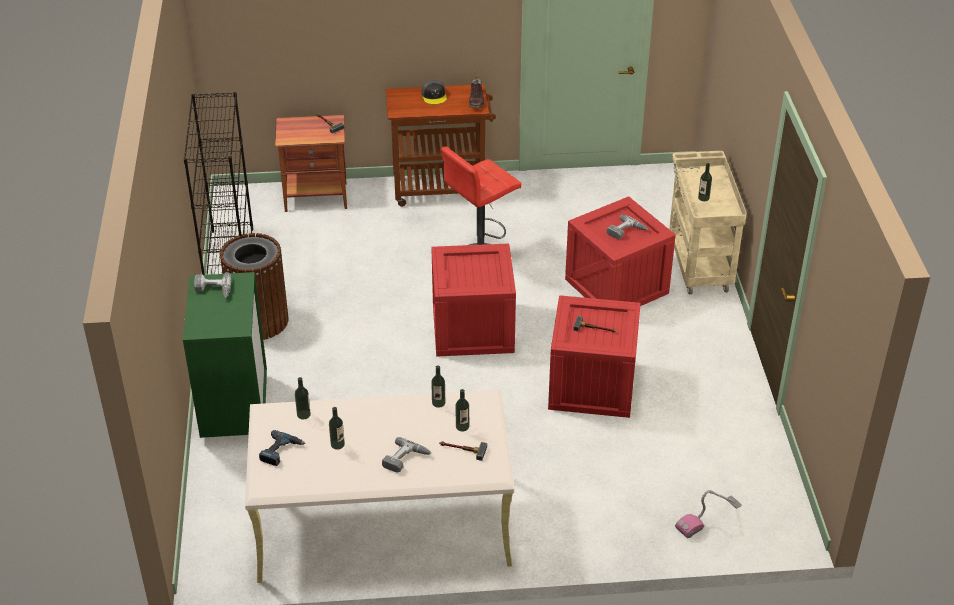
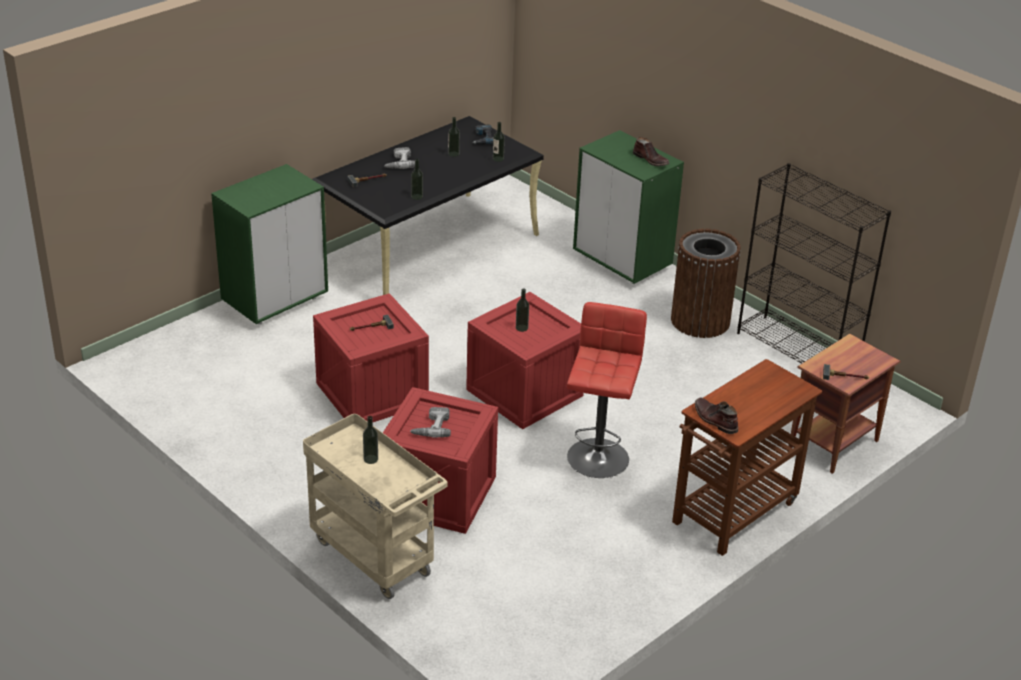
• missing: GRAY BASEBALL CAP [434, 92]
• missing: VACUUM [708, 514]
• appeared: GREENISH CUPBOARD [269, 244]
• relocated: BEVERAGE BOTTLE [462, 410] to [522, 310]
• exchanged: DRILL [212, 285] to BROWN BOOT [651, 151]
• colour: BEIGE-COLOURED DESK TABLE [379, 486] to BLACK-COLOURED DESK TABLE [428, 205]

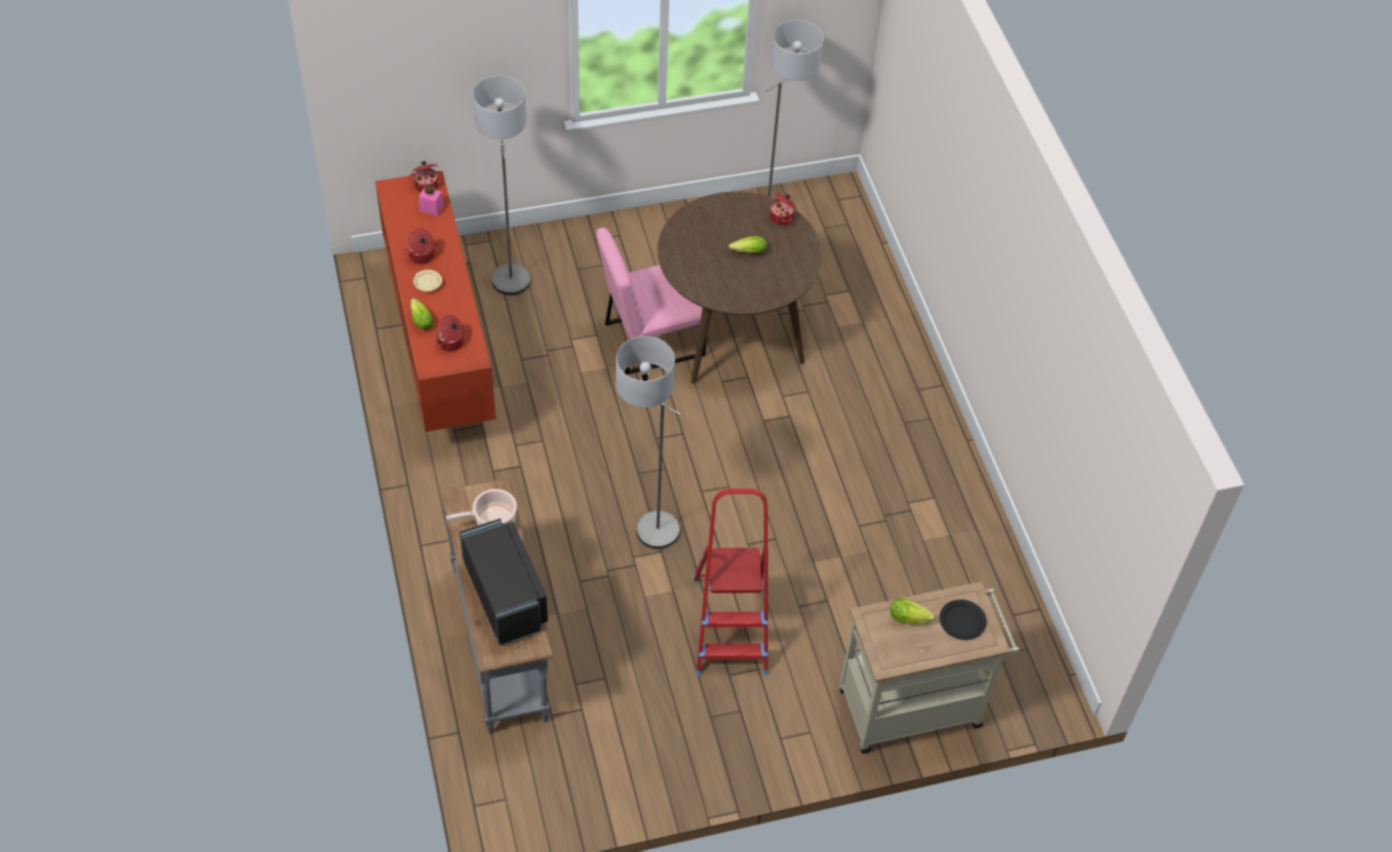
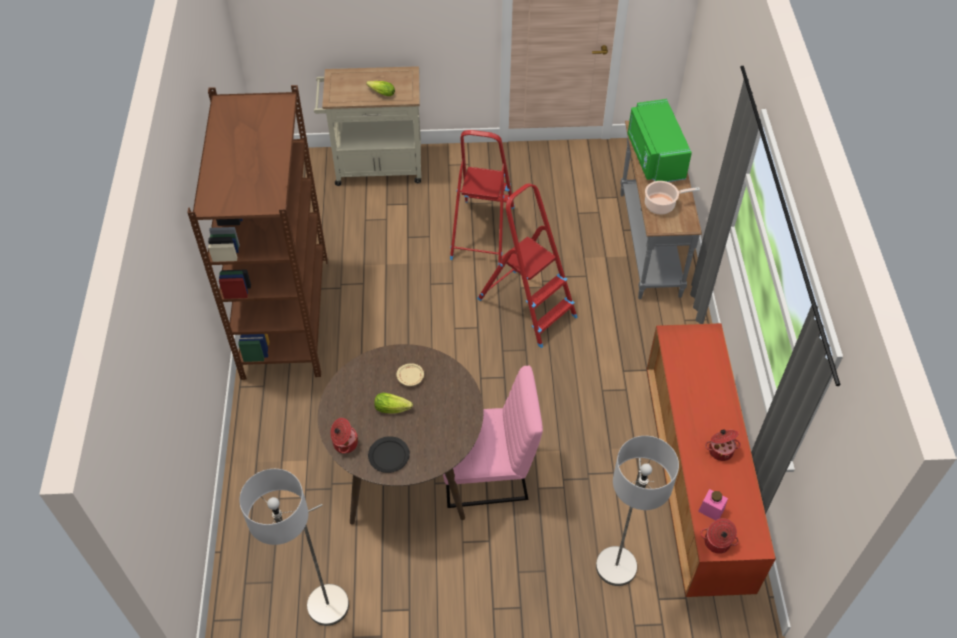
• missing: LETTUCE [422, 314]
• missing: COOKING POT [450, 332]
• appeared: BROWN BOOKSHELF [257, 232]
• relocated: BEIGE-COLOURED FLAT DISH [427, 281] to [410, 374]
• relocated: BLACK-COLOURED FLAT DISH [963, 619] to [389, 454]
• exchanged: GRAY STANDING LAMP [648, 442] to RED STEP LADDER [527, 266]
• colour: BLACK-COLOURED KITCHEN MICROWAVE [504, 582] to GREENISH KITCHEN MICROWAVE [660, 140]

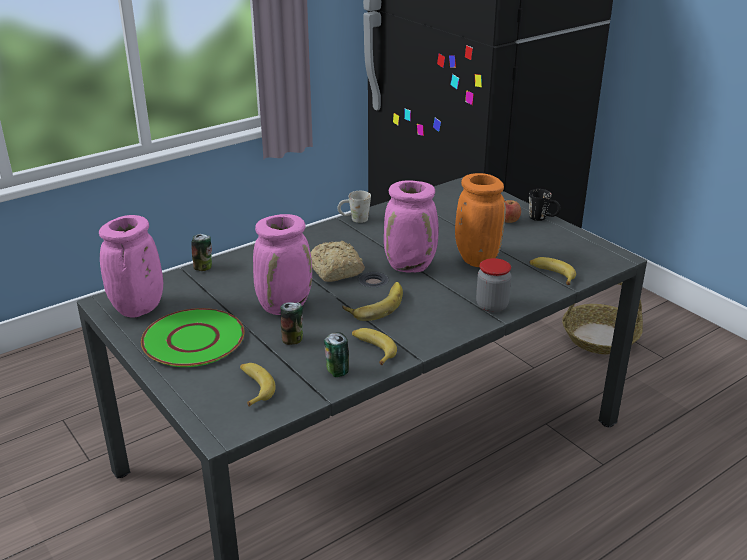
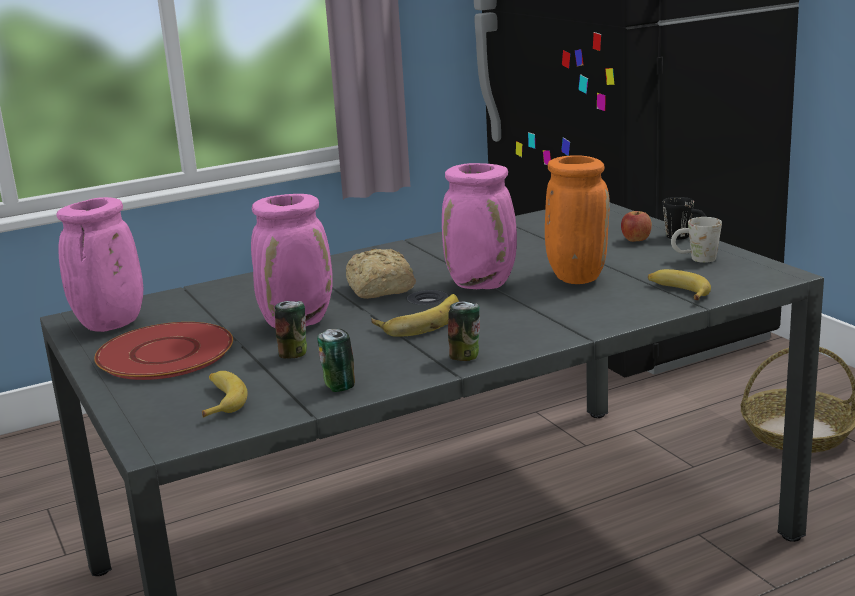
• missing: BANANA [374, 346]
• missing: JAR [493, 285]
• relocated: SEALED CAN [201, 252] to [464, 331]
• relocated: WHITISH TEA MUG [354, 207] to [696, 240]
• colour: GREENISH FLAT DISH [192, 337] to RED FLAT DISH [163, 351]

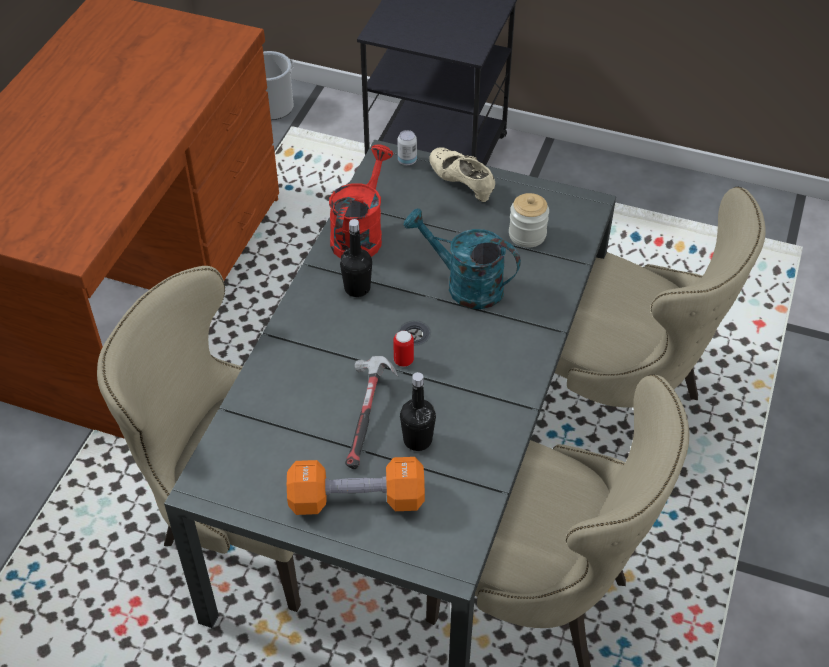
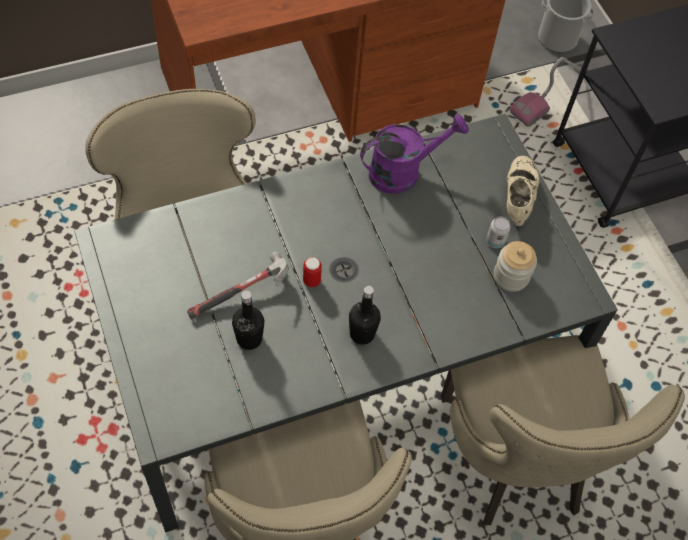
• missing: ORANGE HAND WEIGHT [356, 486]
• missing: TURQUOISE WATERING POT [462, 258]
• appeared: VACUUM [549, 92]
• relocated: BLACK-COLOURED BEVERAGE BOTTLE [356, 258] to [365, 315]
• relocated: SEALED CAN [407, 147] to [498, 232]
• colour: RED WATERING POT [361, 201] to PURPLE WATERING POT [414, 154]

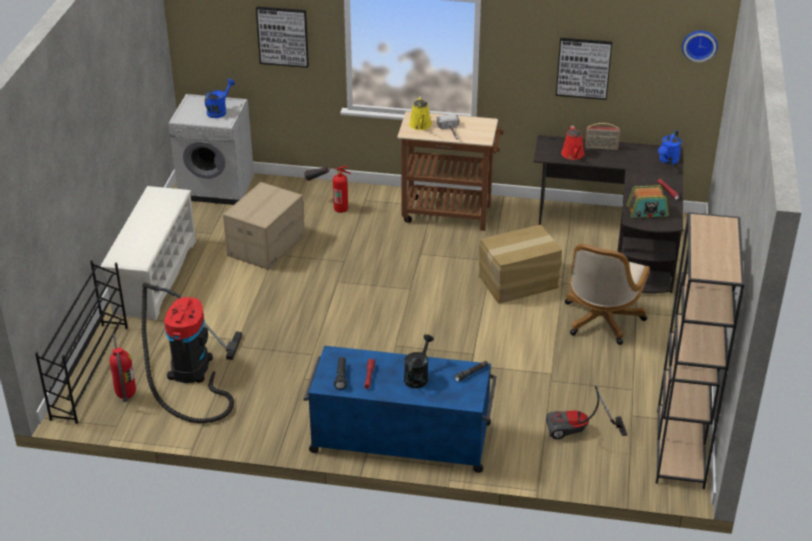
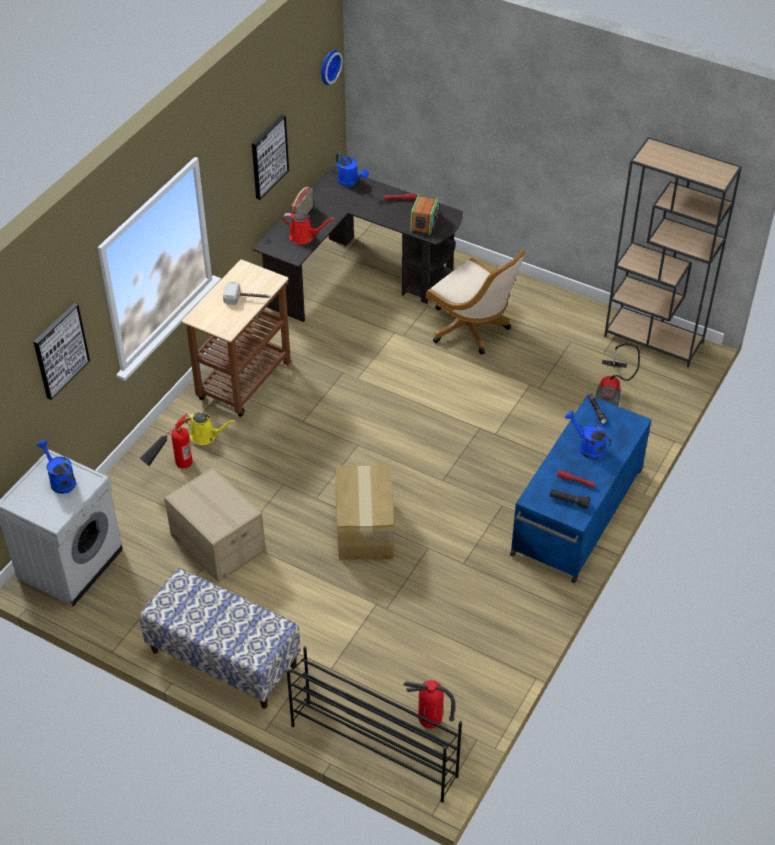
• missing: VACUUM [191, 353]
• relocated: YELLOW WATERING POT [420, 113] to [209, 428]
• relocated: CARTON [520, 264] to [365, 513]
• exchanged: WHITISH SHOE RACK [148, 253] to LONG SEAT [220, 638]
• colour: BLACK-COLOURED WATERING POT [419, 361] to BLUE-COLOURED WATERING POT [588, 435]

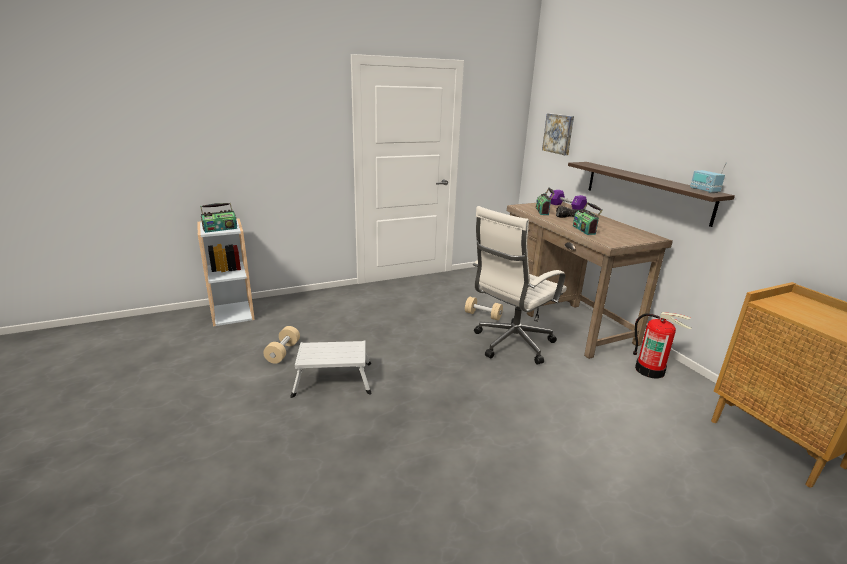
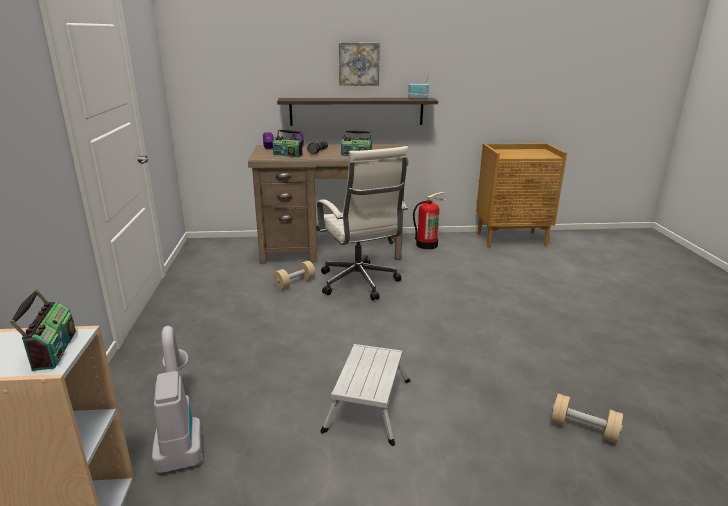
• appeared: VACUUM [177, 399]
• relocated: BEIGE-COLOURED HAND WEIGHT [281, 345] to [587, 419]
• relocated: WALL PICTURE [558, 134] to [359, 64]

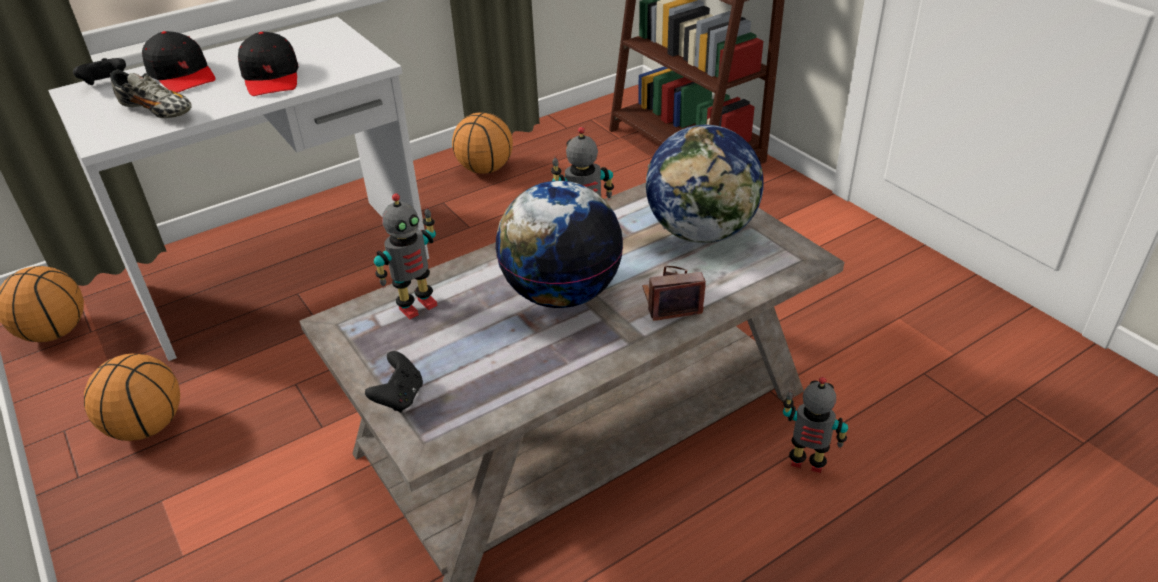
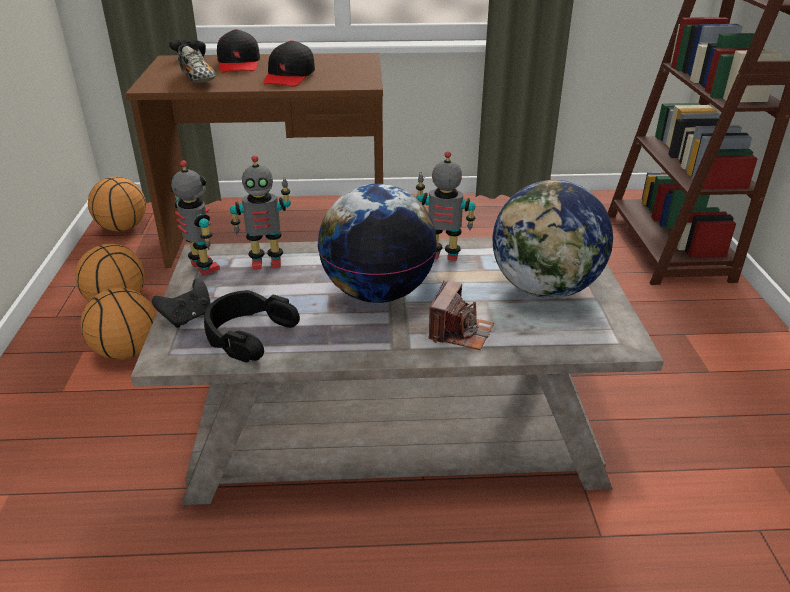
• appeared: BLACK-COLOURED HEADPHONES [252, 326]
• relocated: BALL FOR BASKETBALL [482, 143] to [118, 323]
• relocated: MODEL ROBOT [815, 425] to [195, 217]
• colour: WHITISH DESK TABLE [238, 189] to BROWN DESK TABLE [254, 160]
• spun: STILL CAMERA [674, 293] = [461, 315] 90 degrees clockwise

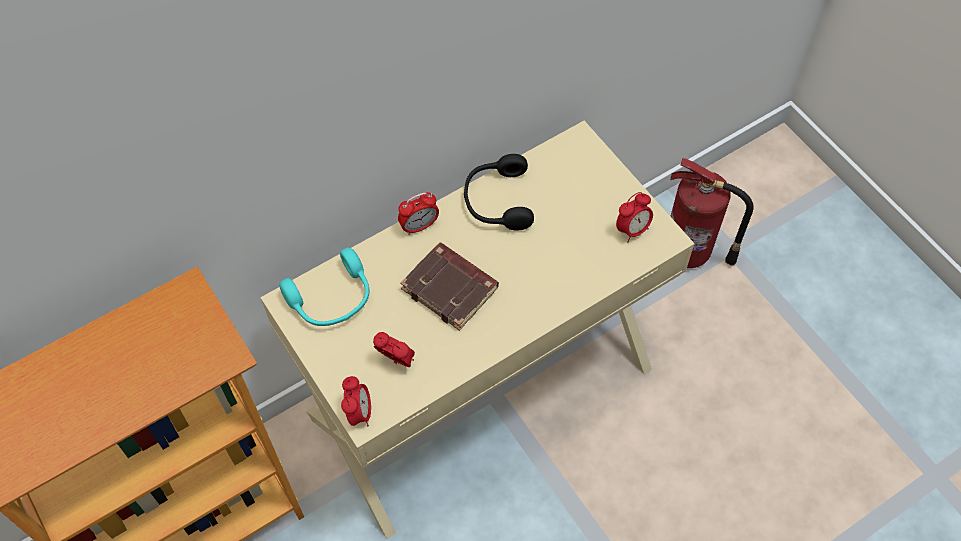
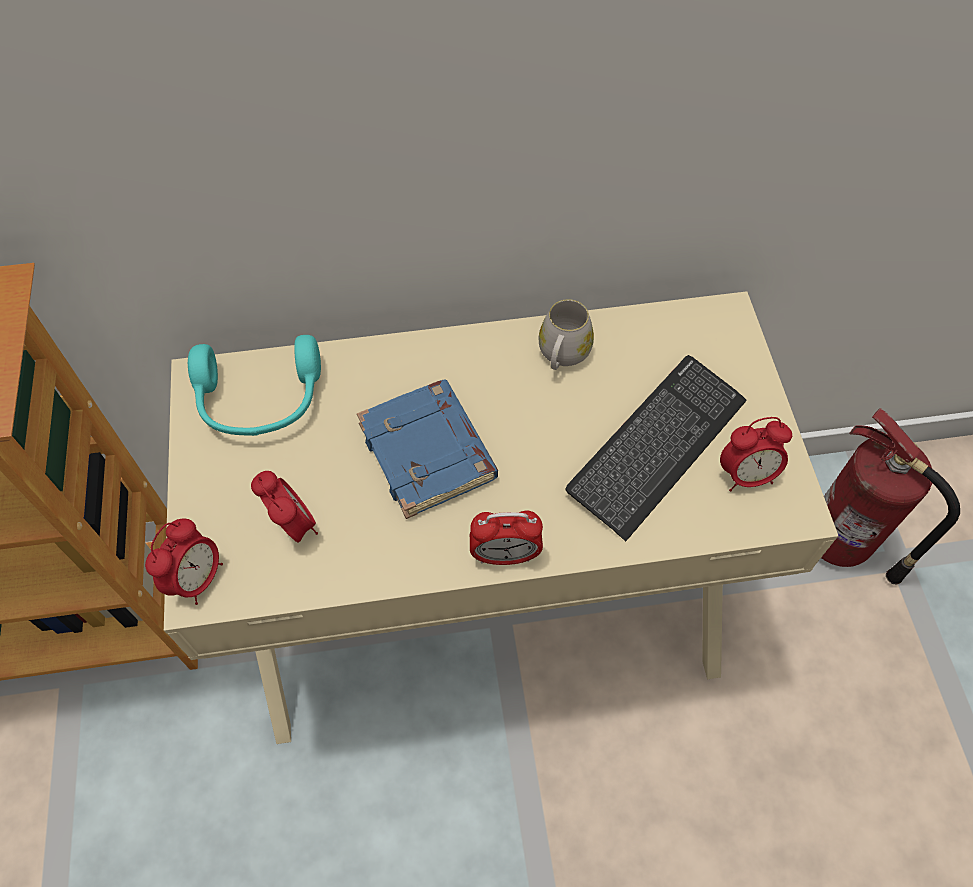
• appeared: KEYBOARD [655, 448]
• relocated: TABLE CLOCK [418, 213] to [506, 537]
• exchanged: BLACK-COLOURED HEADPHONES [499, 192] to WHITISH TEA MUG [566, 334]
• colour: BROWN BOOK [449, 286] to BLUE-COLOURED BOOK [427, 449]

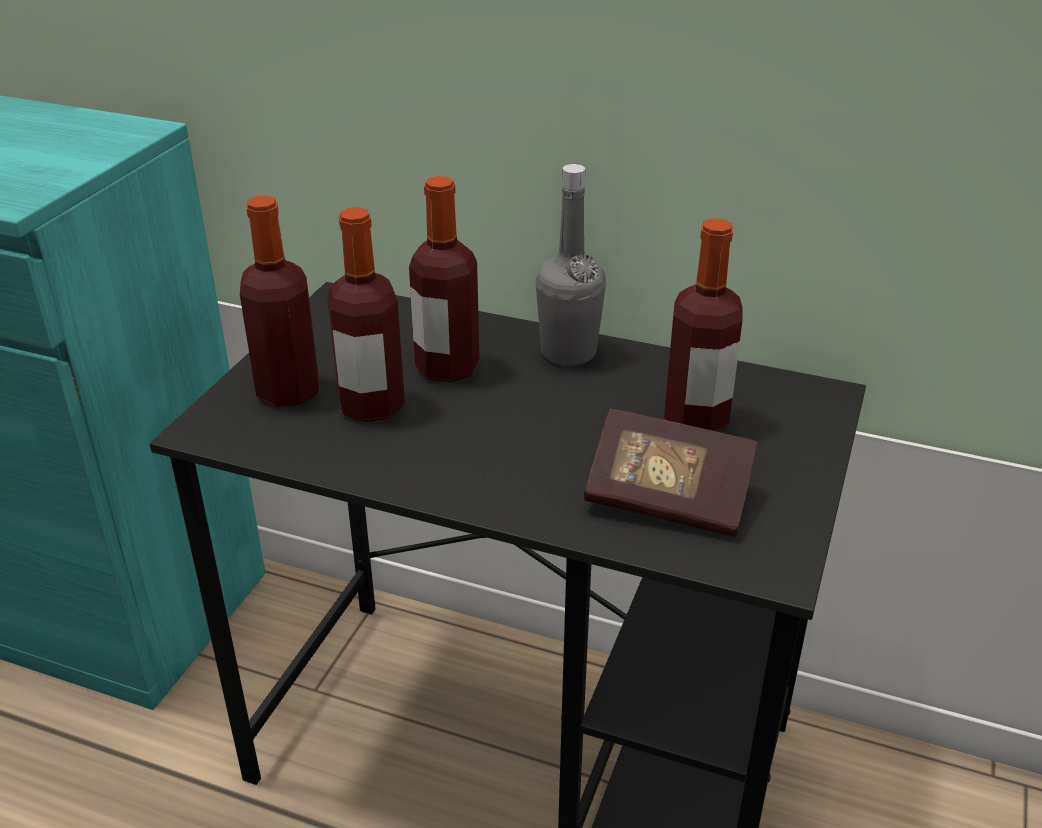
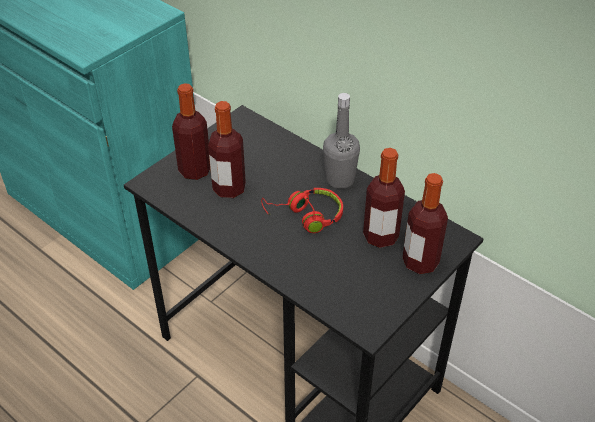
• missing: BOOK [670, 473]
• appeared: RED HEADPHONES [302, 210]
• relocated: BEVERAGE BOTTLE [444, 279] to [425, 223]

